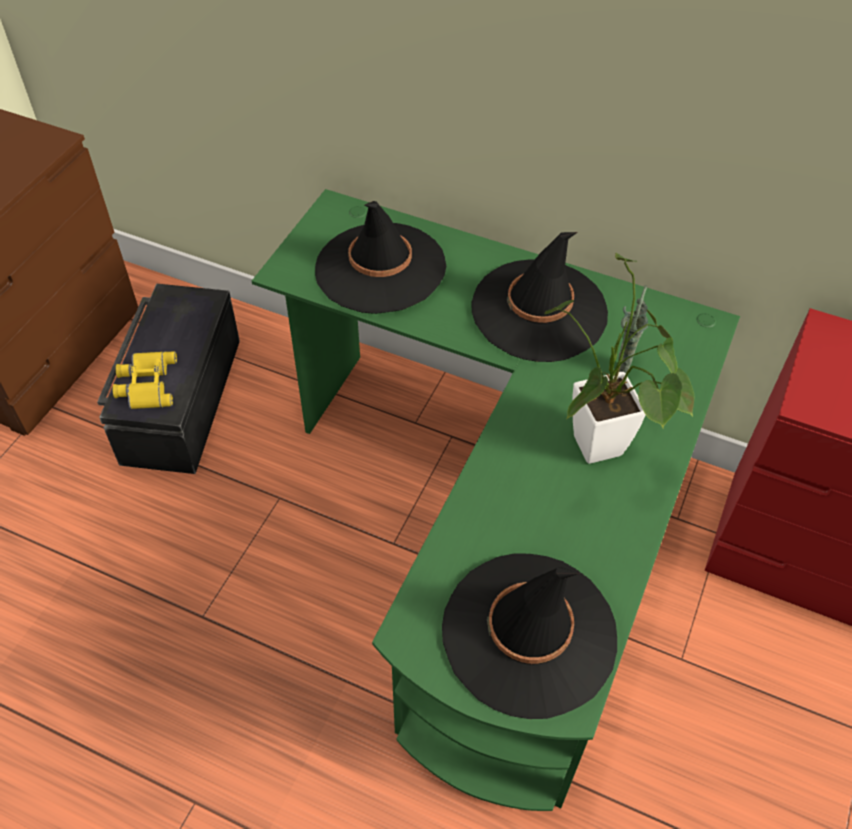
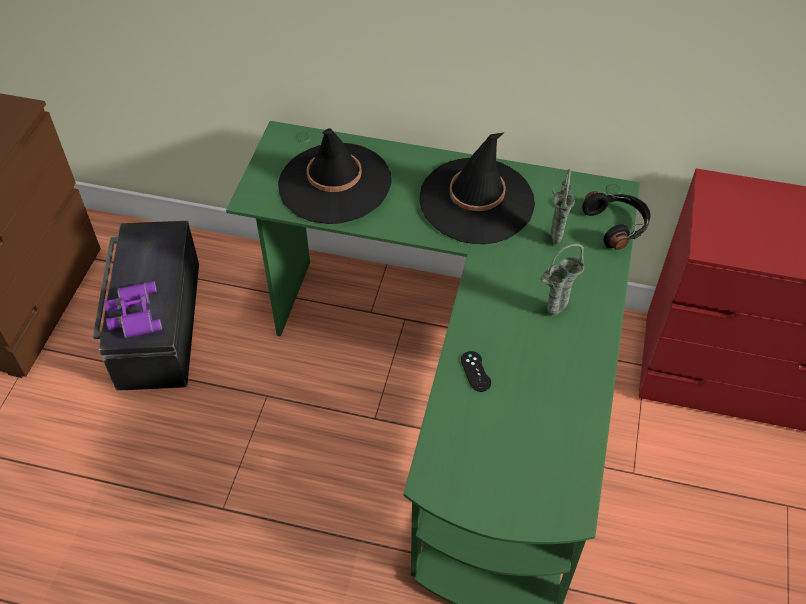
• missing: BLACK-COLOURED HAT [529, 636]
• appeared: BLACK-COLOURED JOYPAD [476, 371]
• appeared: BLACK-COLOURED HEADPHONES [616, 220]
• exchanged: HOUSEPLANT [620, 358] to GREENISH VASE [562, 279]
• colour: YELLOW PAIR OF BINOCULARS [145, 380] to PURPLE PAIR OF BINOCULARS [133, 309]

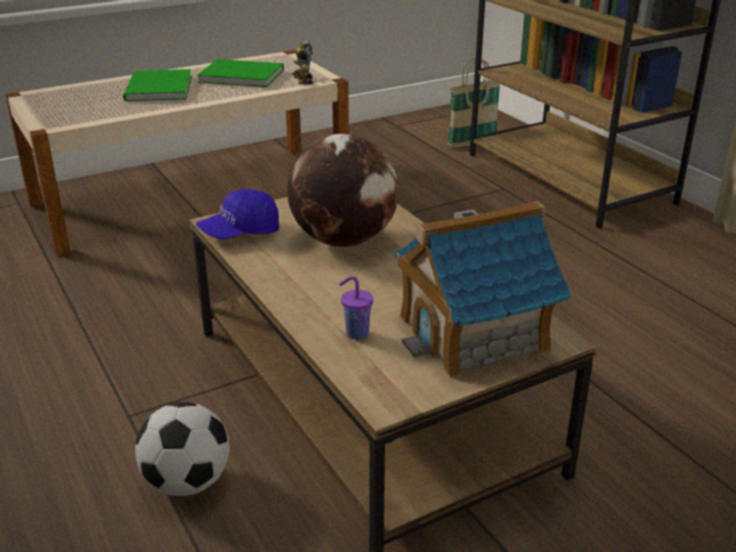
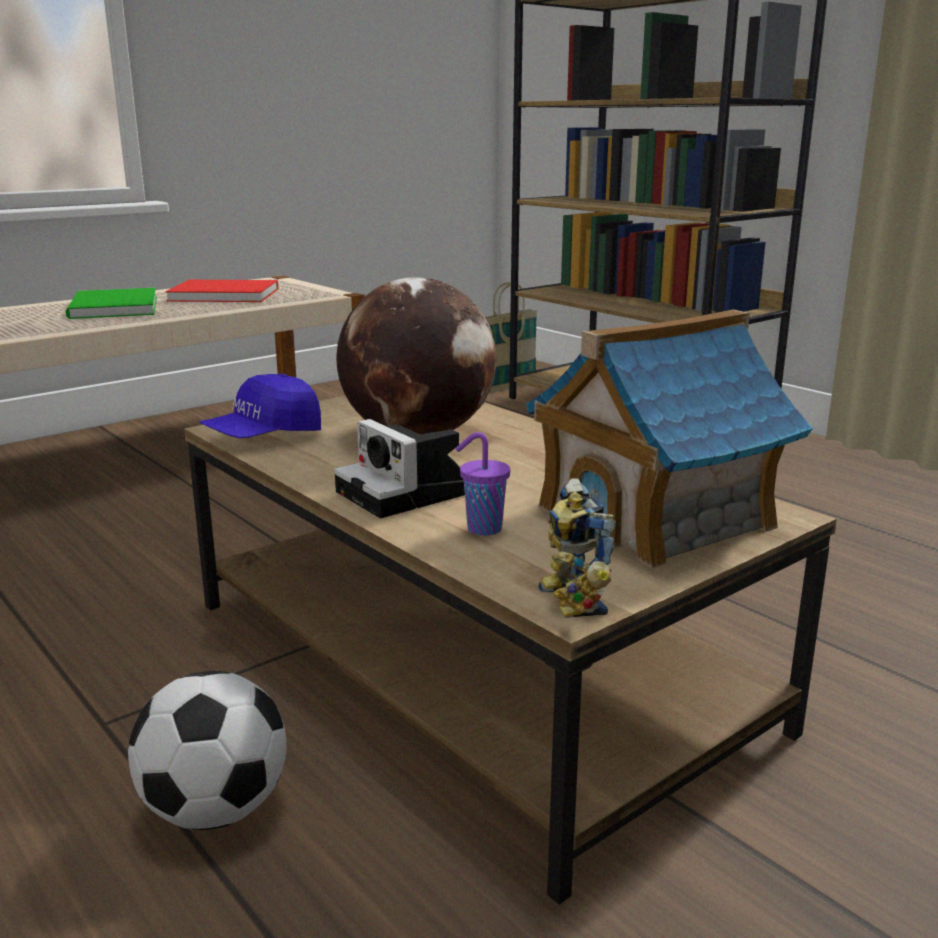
• appeared: STILL CAMERA [399, 468]
• relocated: MODEL ROBOT [302, 62] to [577, 548]
• colour: GREENISH BOOK [240, 73] to RED BOOK [221, 291]

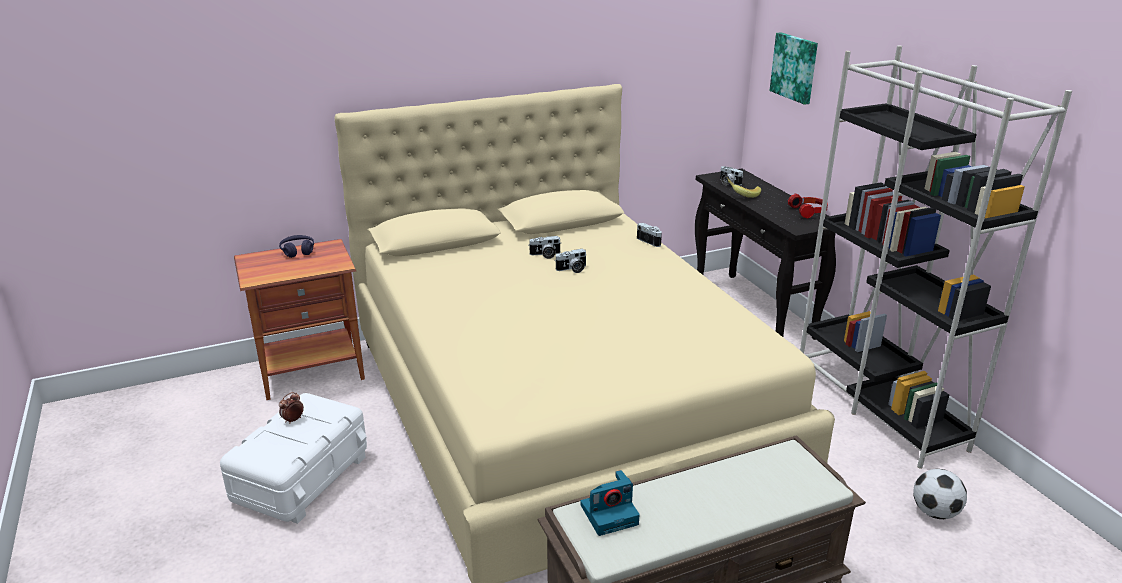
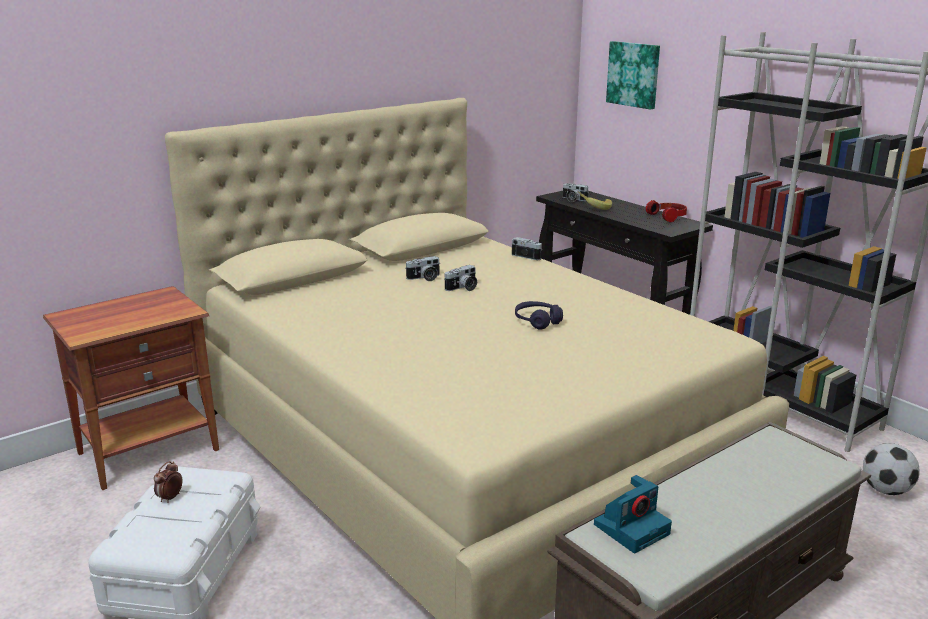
• relocated: PURPLE HEADPHONES [296, 246] to [539, 315]

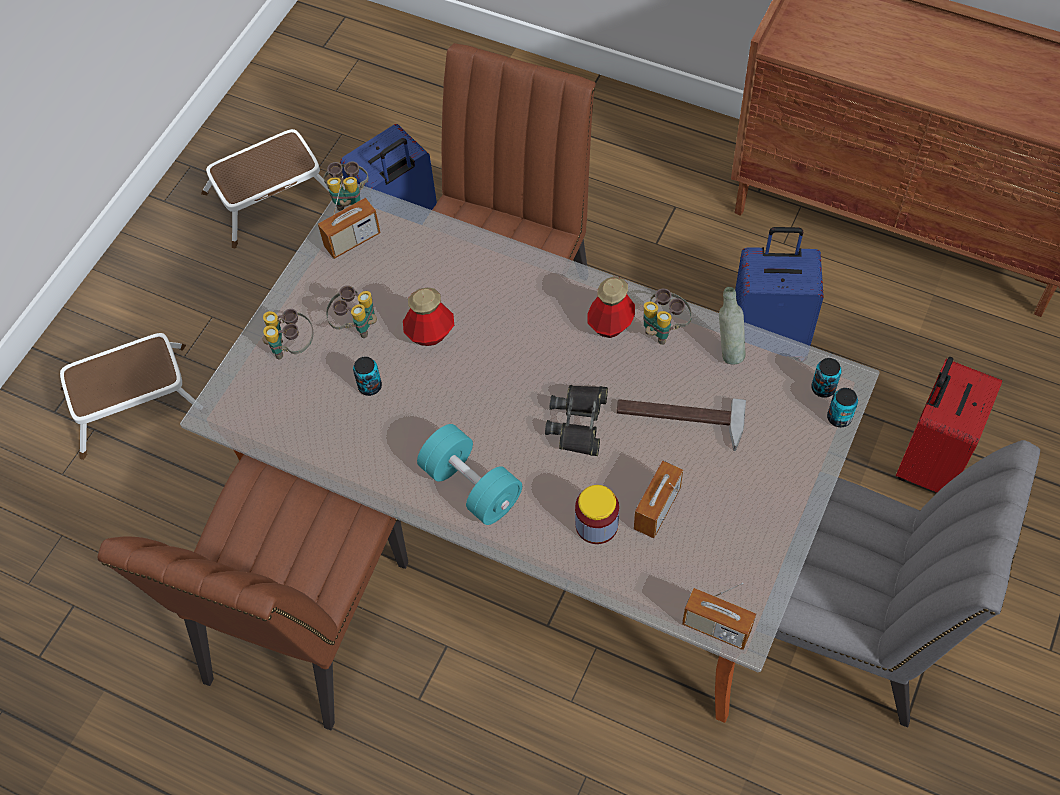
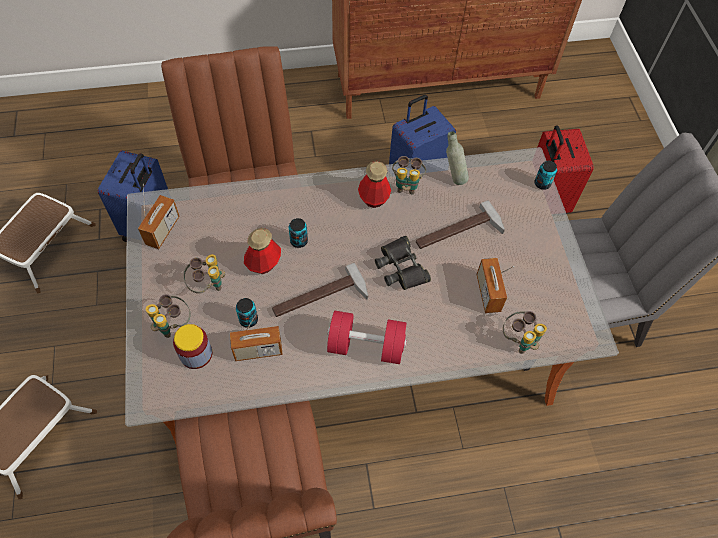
• appeared: TOOL HAMMER [320, 290]
• relocated: PAIR OF BINOCULARS [346, 186] to [525, 332]
• relocated: JAR [597, 514] to [192, 346]
• relocated: RADIO [719, 616] to [256, 335]
• relocated: SEALED CAN [826, 378] to [298, 233]
• colour: TURQUOISE HAND WEIGHT [469, 474] to RED HAND WEIGHT [367, 337]

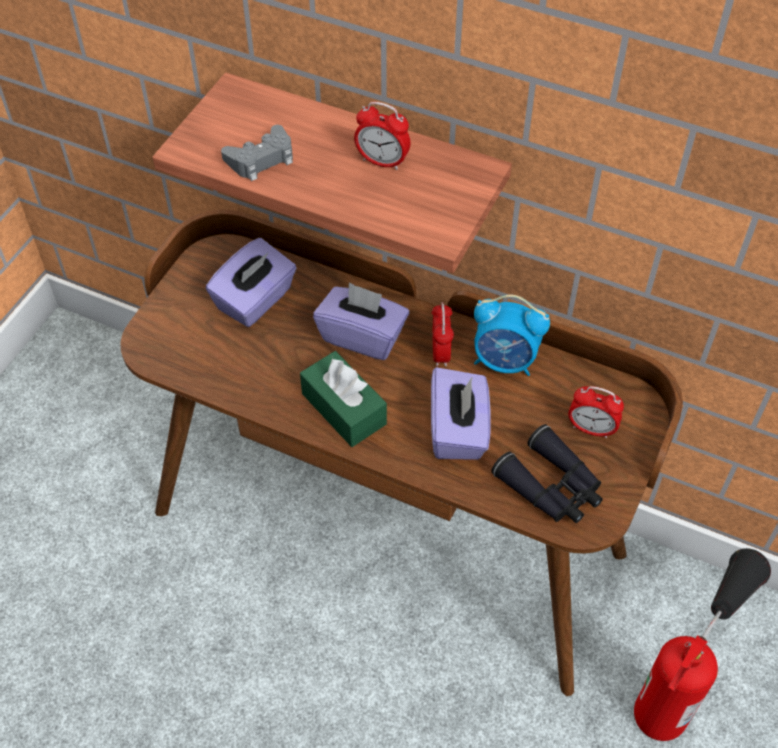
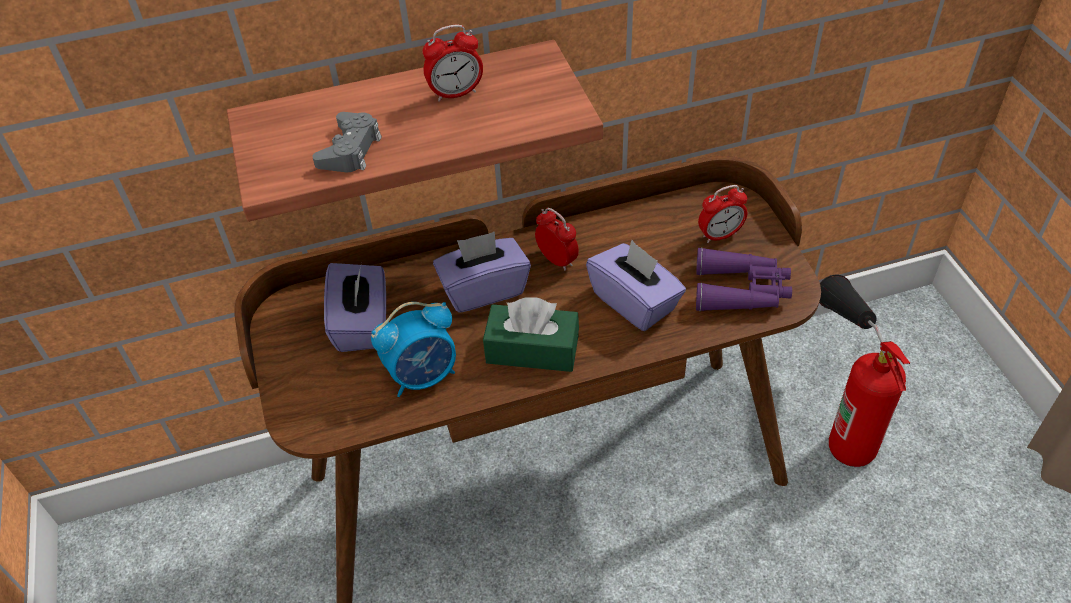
• relocated: TABLE CLOCK [512, 335] to [413, 349]
• colour: BLACK-COLOURED PAIR OF BINOCULARS [547, 473] to PURPLE PAIR OF BINOCULARS [744, 279]

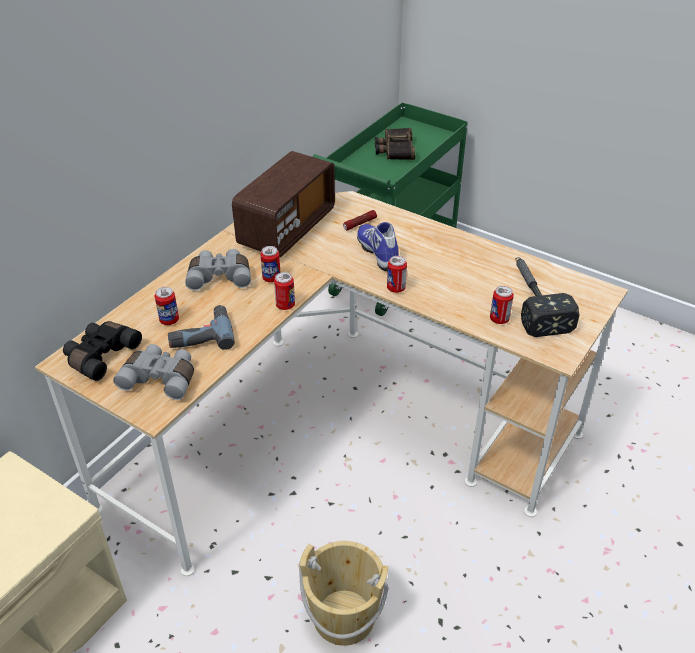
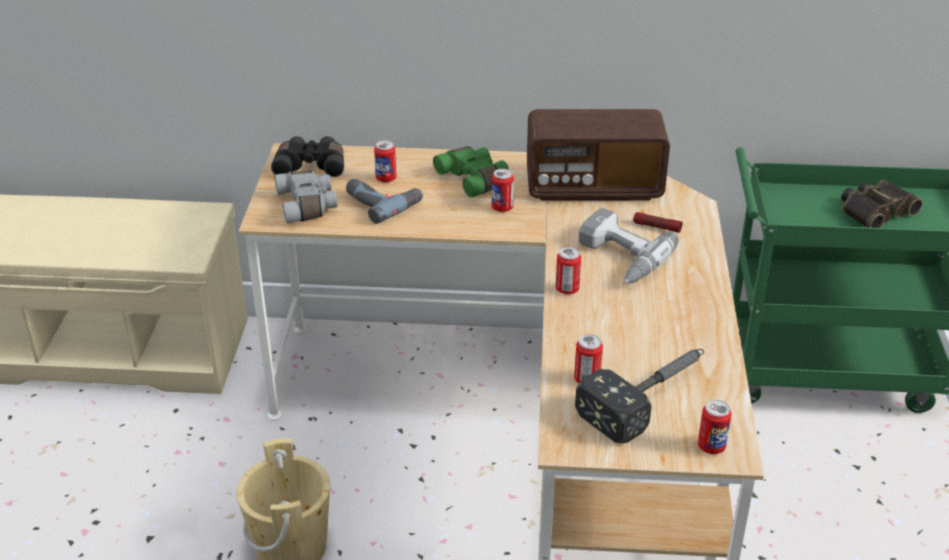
• relocated: SEALED CAN [284, 291] to [715, 427]
• exchanged: ITEM OF FOOTWEAR [378, 246] to DRILL [628, 246]
• colour: GRAY PAIR OF BINOCULARS [218, 270] to GREENISH PAIR OF BINOCULARS [471, 172]

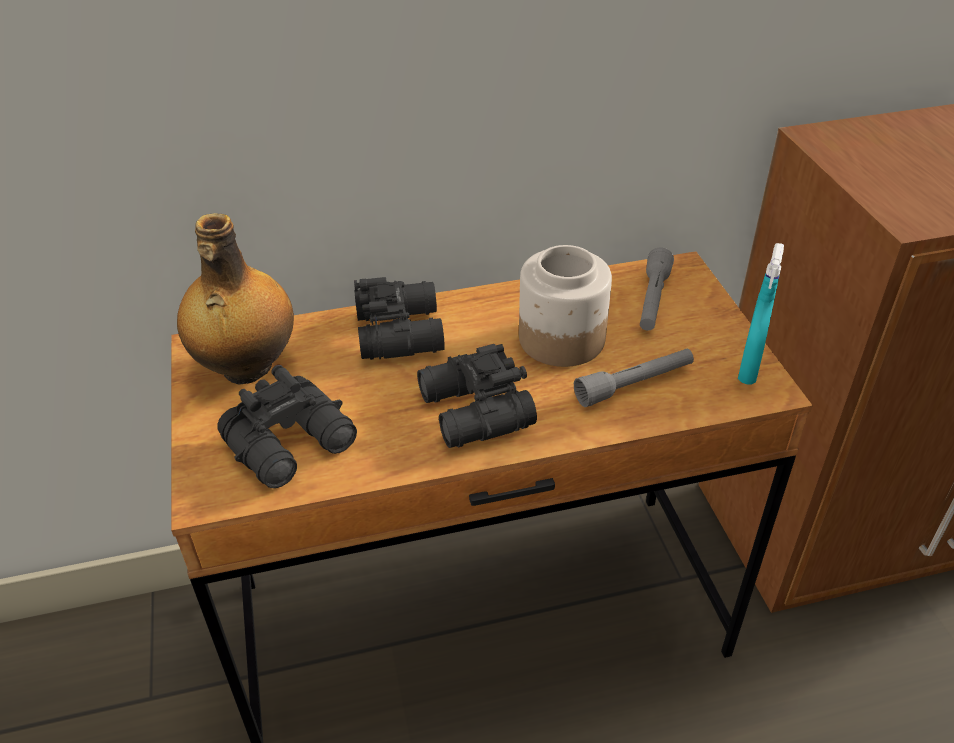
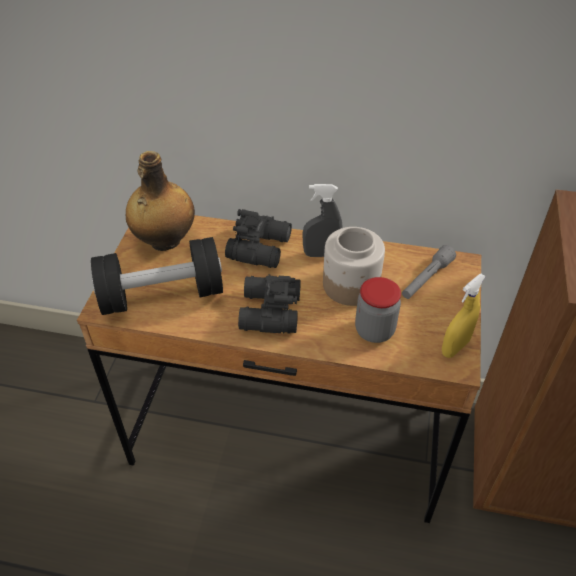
• appeared: GRAY SPRAY BOTTLE [322, 220]
• exchanged: BLACK-COLOURED PAIR OF BINOCULARS [287, 426] to BLACK-COLOURED HAND WEIGHT [157, 276]
• exchanged: GRAY TORCH [634, 378] to JAR [378, 310]
• colour: TURQUOISE SPRAY BOTTLE [761, 313] to YELLOW SPRAY BOTTLE [464, 316]

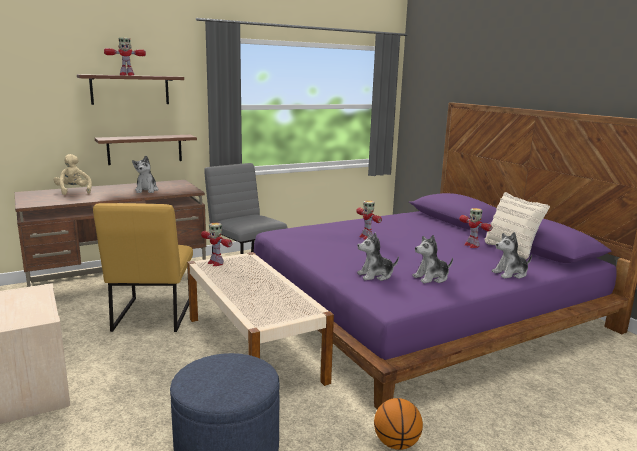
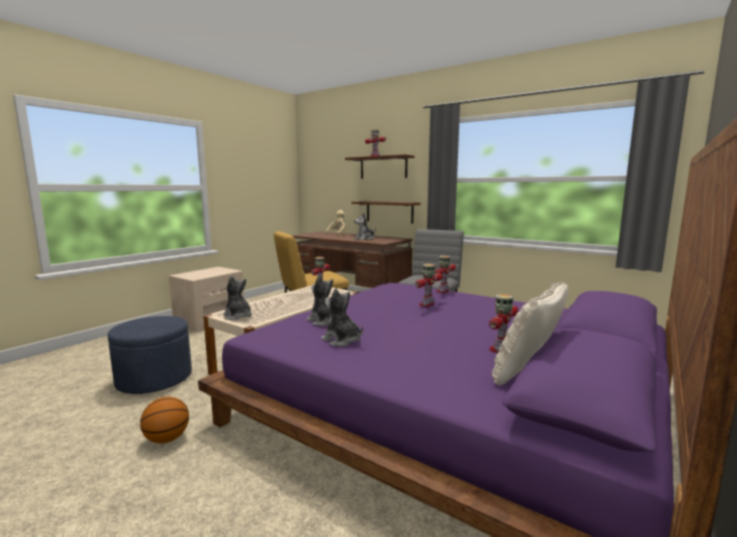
• appeared: MODEL ROBOT [445, 274]
• relocated: PLUSH TOY [512, 255] to [237, 298]

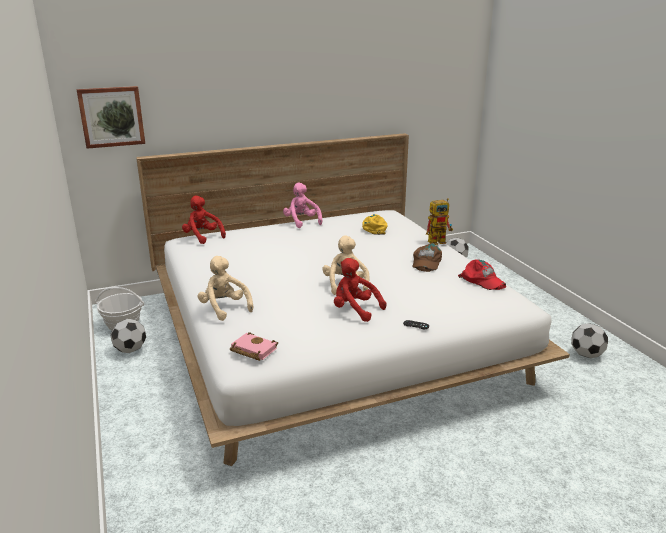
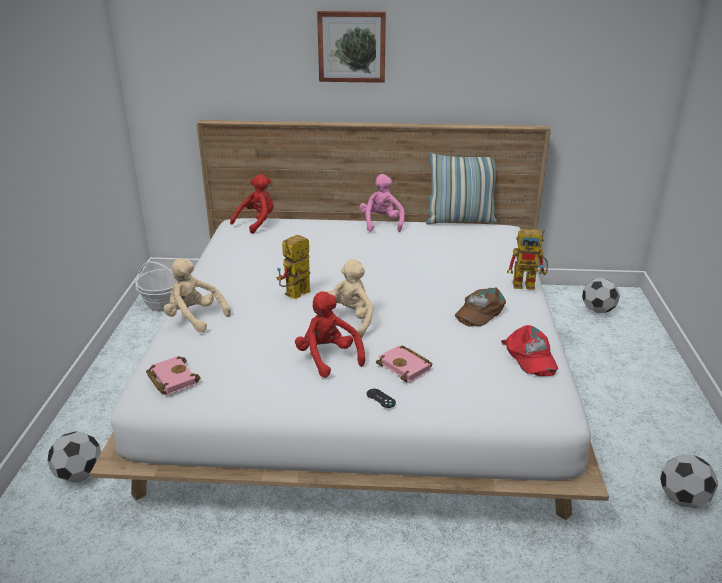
• missing: YELLOW BASEBALL CAP [375, 224]
• appeared: MODEL ROBOT [293, 267]
• appeared: PINK-COLOURED BOOK [404, 363]
• appeared: THROW PILLOW [461, 188]
• relocated: WALL PICTURE [110, 117] to [351, 47]
• relocated: BALL FOR FOOTBALL [128, 336] to [74, 457]
• spun: RED PLUSH TOY [204, 220] = [252, 204] 60 degrees clockwise
• spun: BEIGE-COLOURED PLUSH TOY [225, 288] = [197, 295] 45 degrees counterclockwise

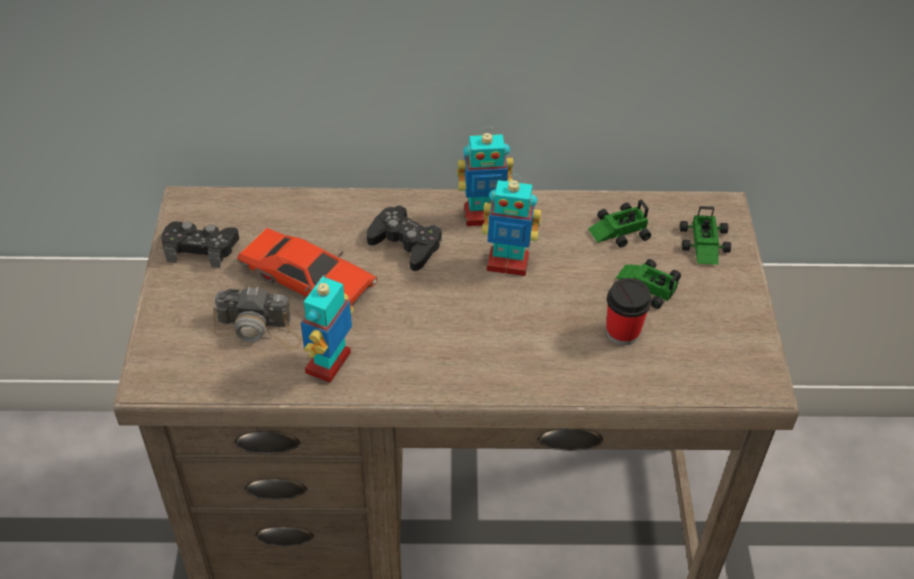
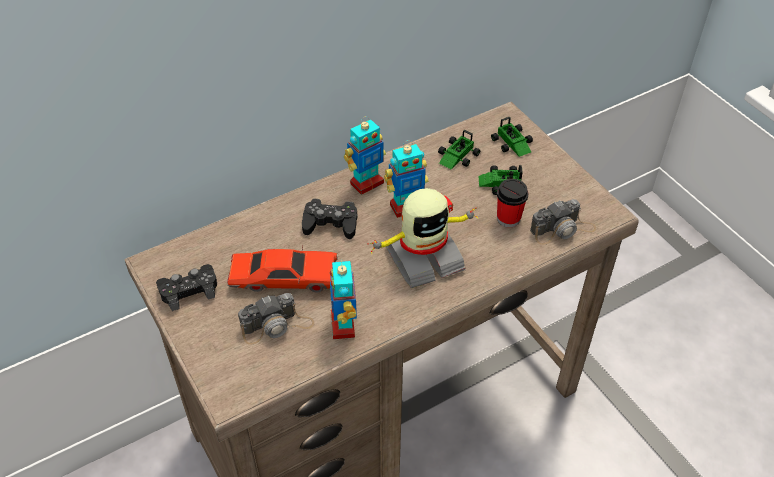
• appeared: MODEL ROBOT [423, 238]
• appeared: STILL CAMERA [563, 222]

